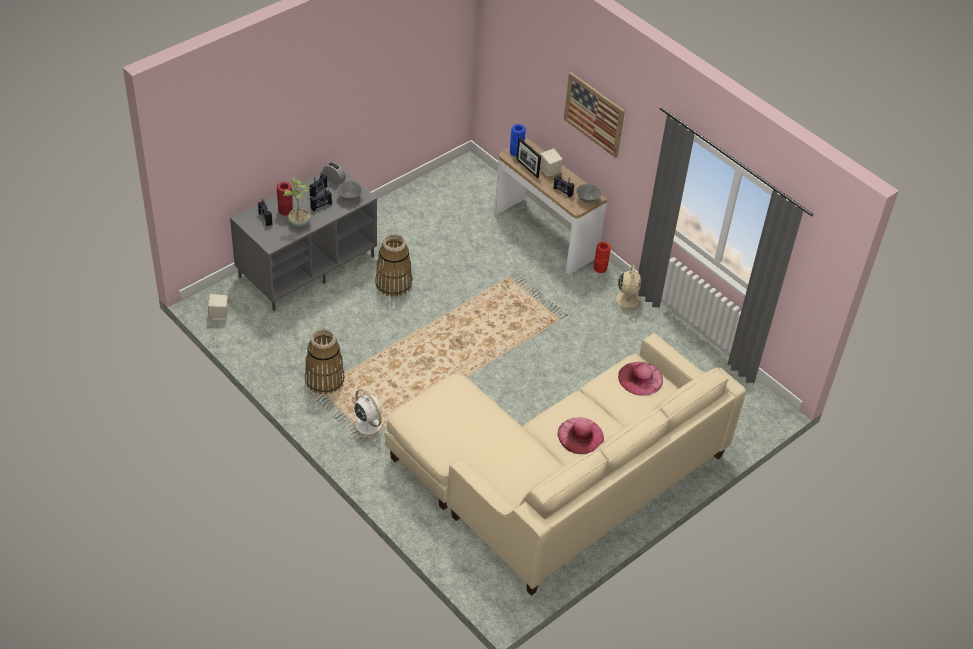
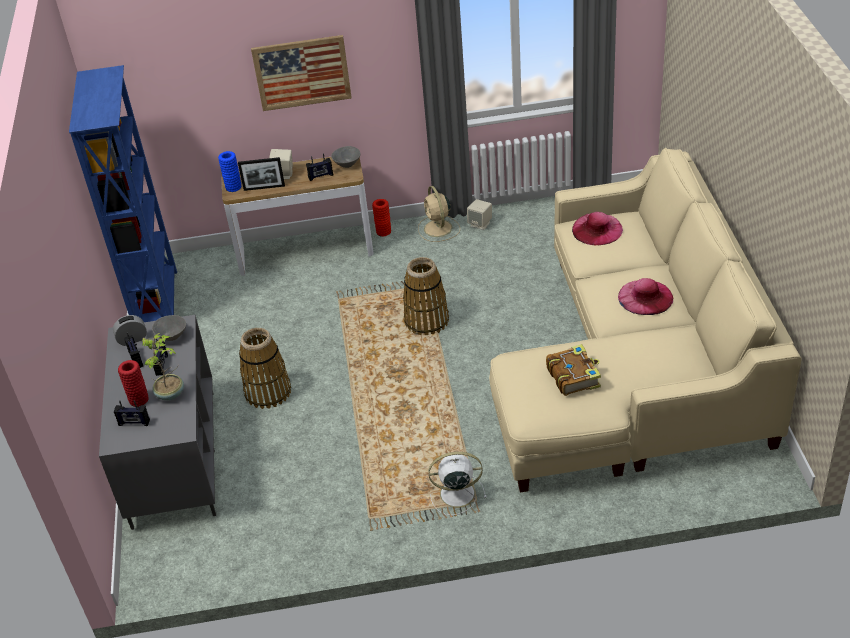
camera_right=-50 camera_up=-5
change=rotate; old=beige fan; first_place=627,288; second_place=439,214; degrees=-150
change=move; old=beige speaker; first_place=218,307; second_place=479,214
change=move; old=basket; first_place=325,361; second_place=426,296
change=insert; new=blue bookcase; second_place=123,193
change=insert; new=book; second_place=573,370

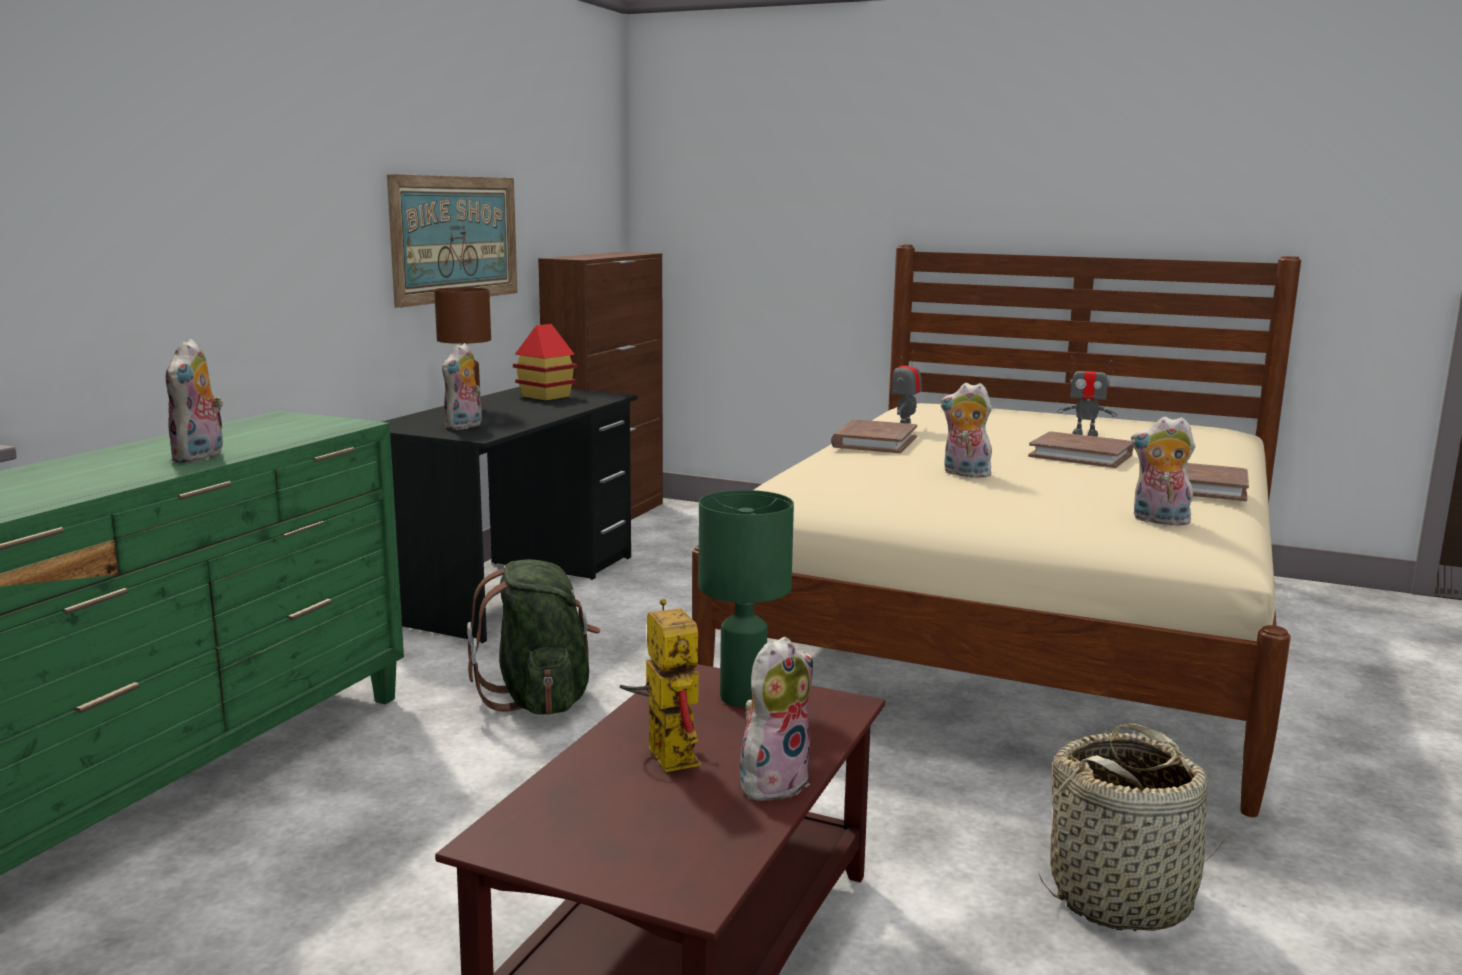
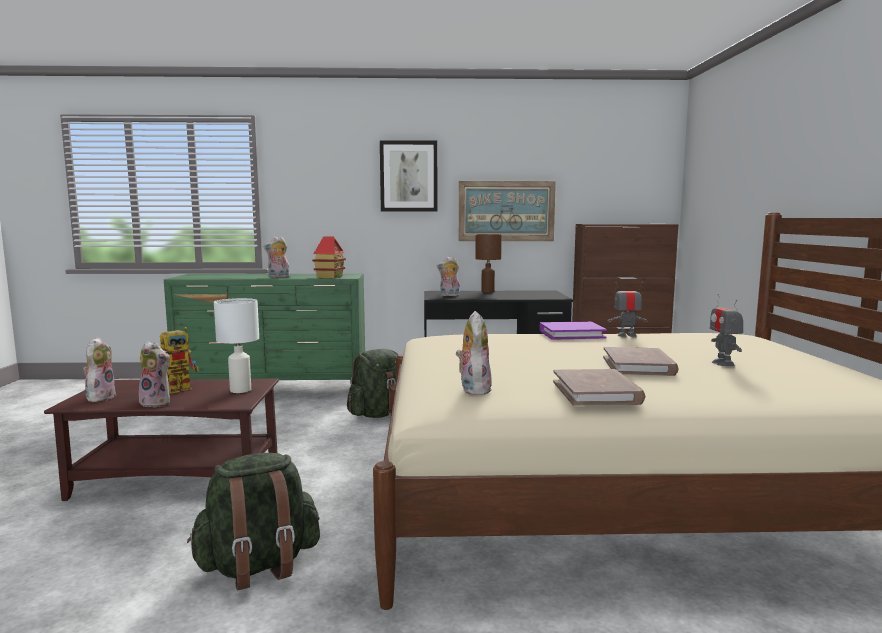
camera_right=65 camera_up=-5
change=move; old=toy house; first_place=545,362; second_place=329,257
change=move; old=plush toy; first_place=967,430; second_place=99,369
change=recolor; old=brown book; new=purple book; first_place=874,436; second_place=573,330
change=recolor; old=green table lamp; new=white table lamp; first_place=746,598; second_place=236,345
change=replace; old=basket; new=green backpack; first_place=1134,827; second_place=253,521
change=insert; new=picture; second_place=408,176

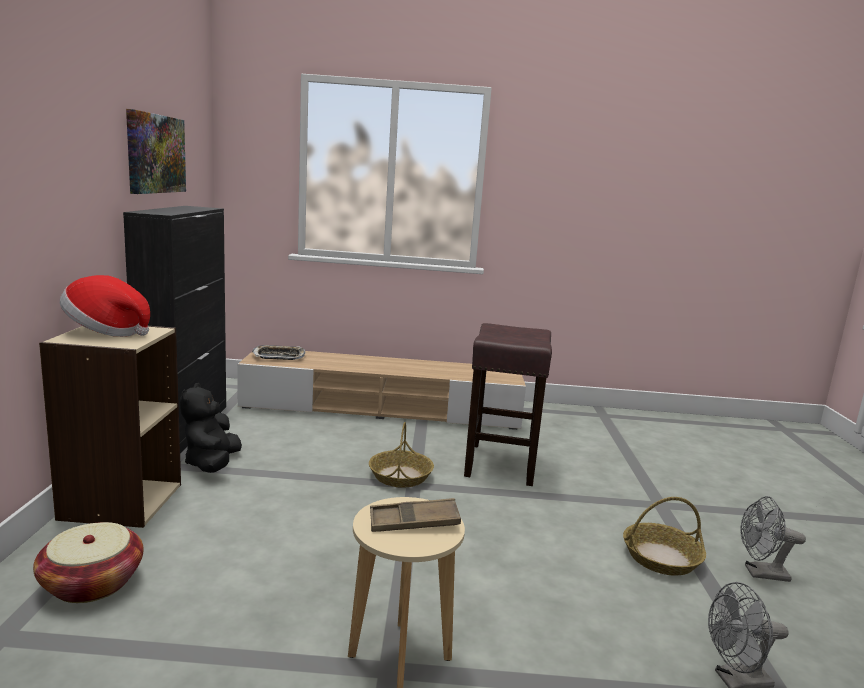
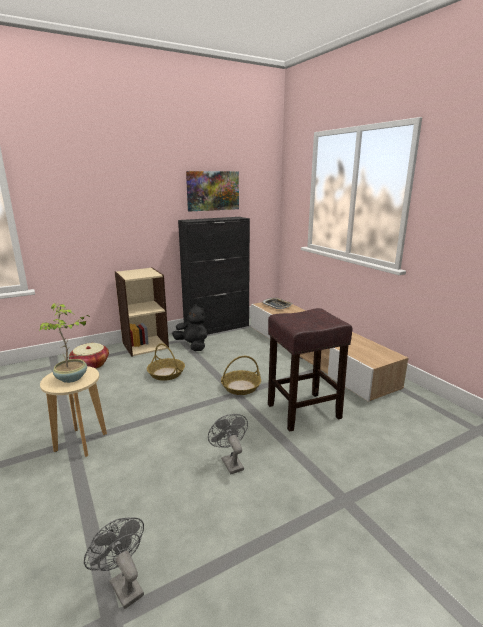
camera_right=60 camera_up=5
change=delete; old=hat; first_place=105,306
change=rotate; old=black plush toy; first_place=211,428; second_place=190,327; degrees=75
change=move; old=grey fan; first_place=773,539; second_place=228,444
change=move; old=basket; first_place=664,536; second_place=166,362
change=replace; old=brown tray; new=potted plant; first_place=415,515; second_place=64,343

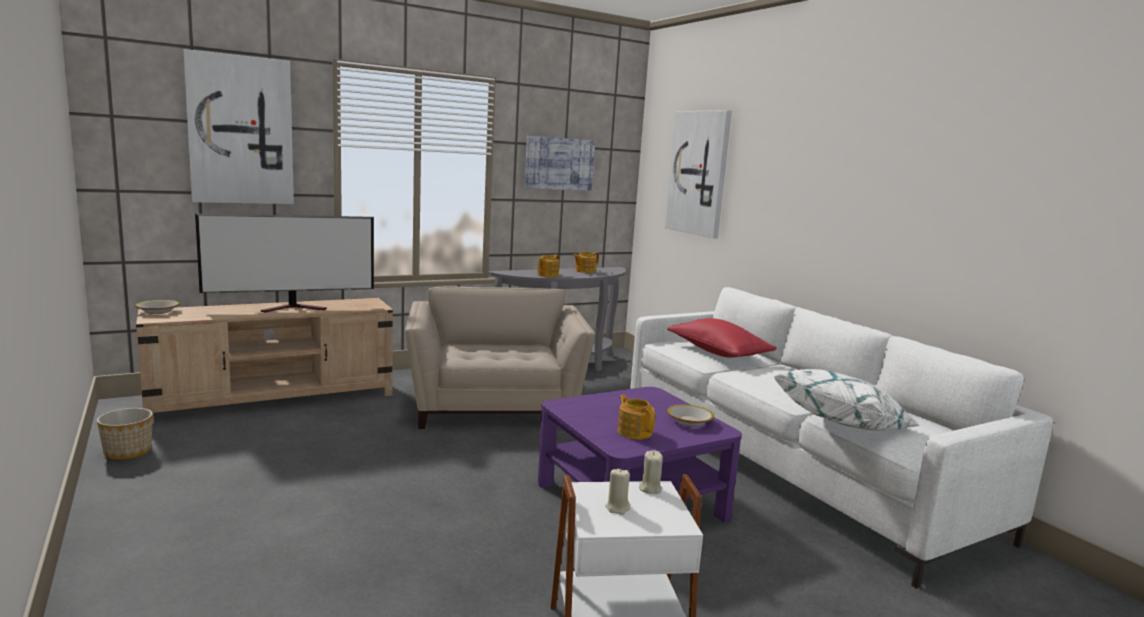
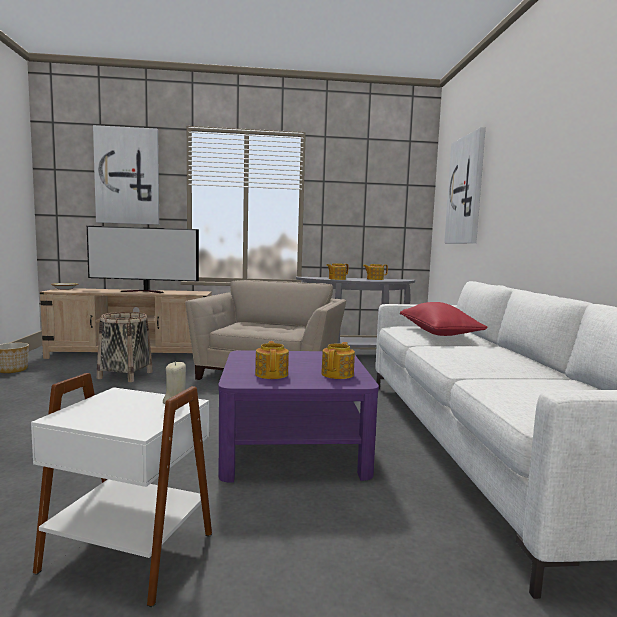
camera_right=25 camera_up=-5
change=delete; old=picture; first_place=560,163
change=delete; old=white pillow; first_place=846,400
change=replace; old=bowl; new=teapot; first_place=690,415; second_place=338,360
change=delete; old=beige candle; first_place=617,492
change=insert; new=basket; second_place=125,347

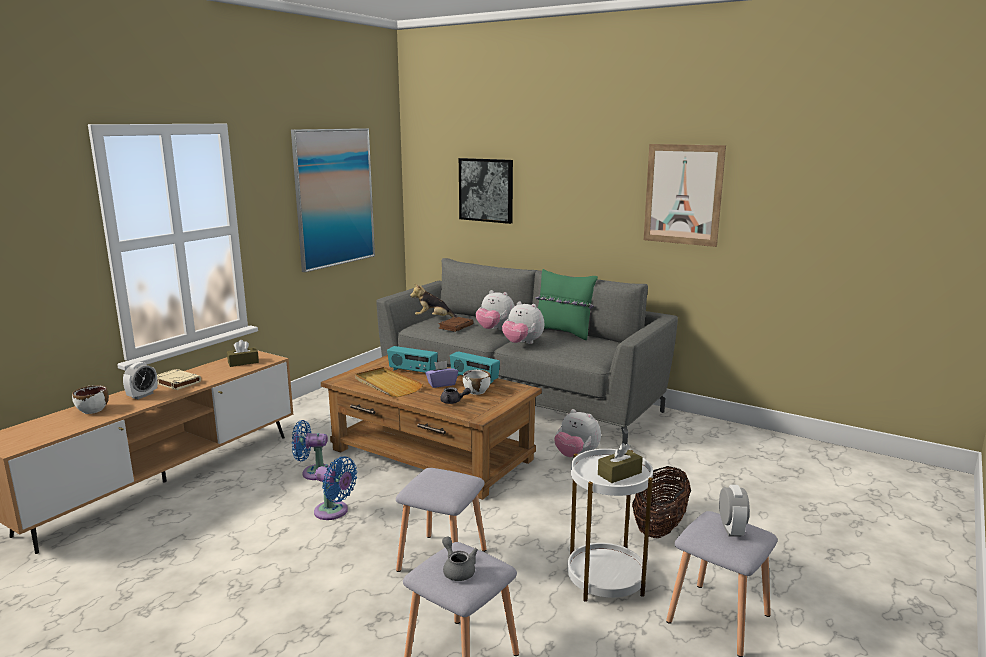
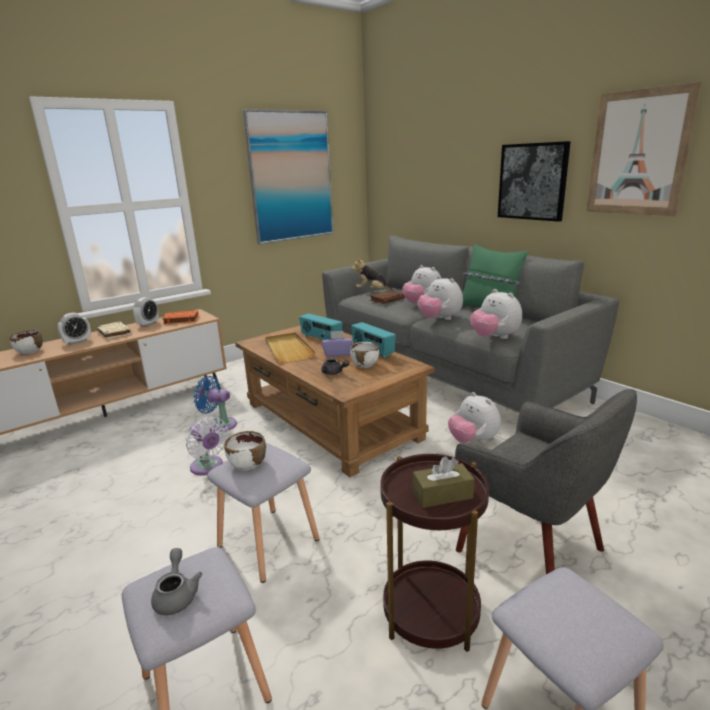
camera_right=20 camera_up=5
change=move; old=picture; first_place=486,191; second_place=534,181
change=replace; old=brown tissue box; new=orange book; first_place=243,353; second_place=180,317
change=recolor; old=white side table; new=brown side table; first_place=610,525; second_place=434,553
change=recolor; old=blue fan; new=white fan; first_place=335,488; second_place=207,446
change=replace; old=basket; new=grey armchair; first_place=661,502; second_place=546,481
change=move; old=alarm clock; first_place=734,511; second_place=146,312
change=insert; new=plush toy; second_place=496,314
change=insert; new=white bowl; second_place=245,451

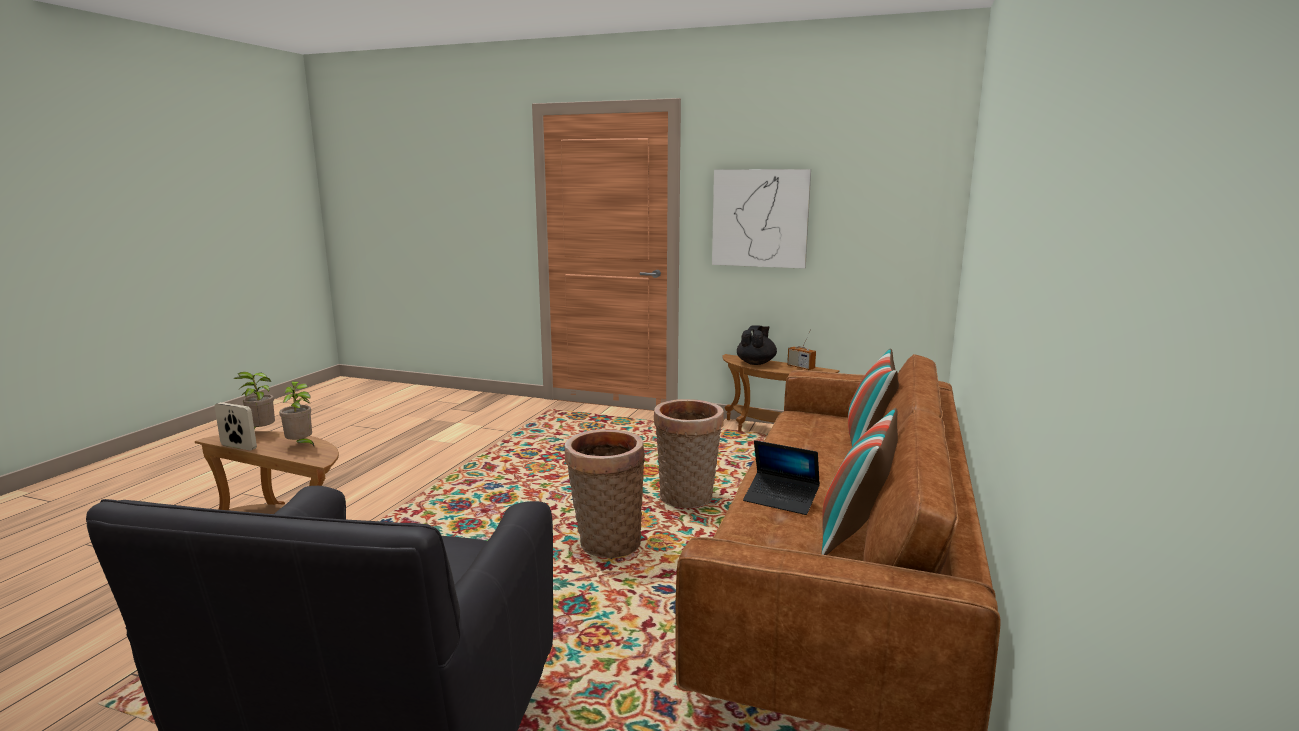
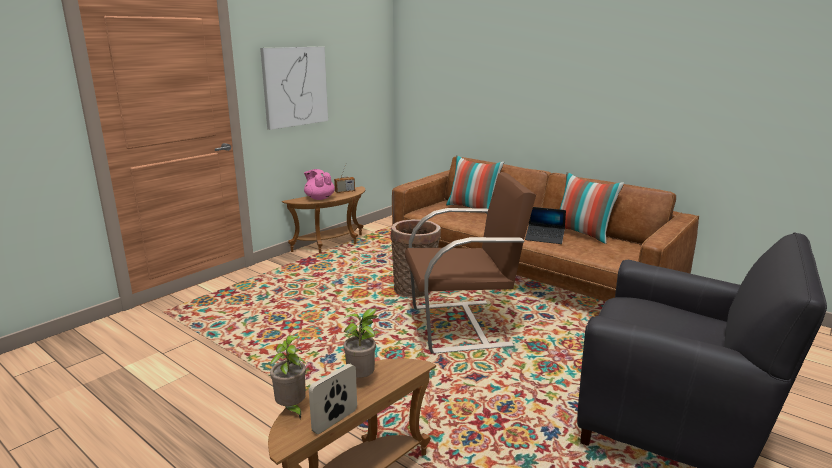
camera_right=-70 camera_up=5
change=recolor; old=black teapot; new=pink teapot; first_place=757,345; second_place=319,184
change=replace; old=basket; new=brown armchair; first_place=605,494; second_place=470,263
change=rotate; old=laptop; first_place=781,477; second_place=545,225; degrees=60

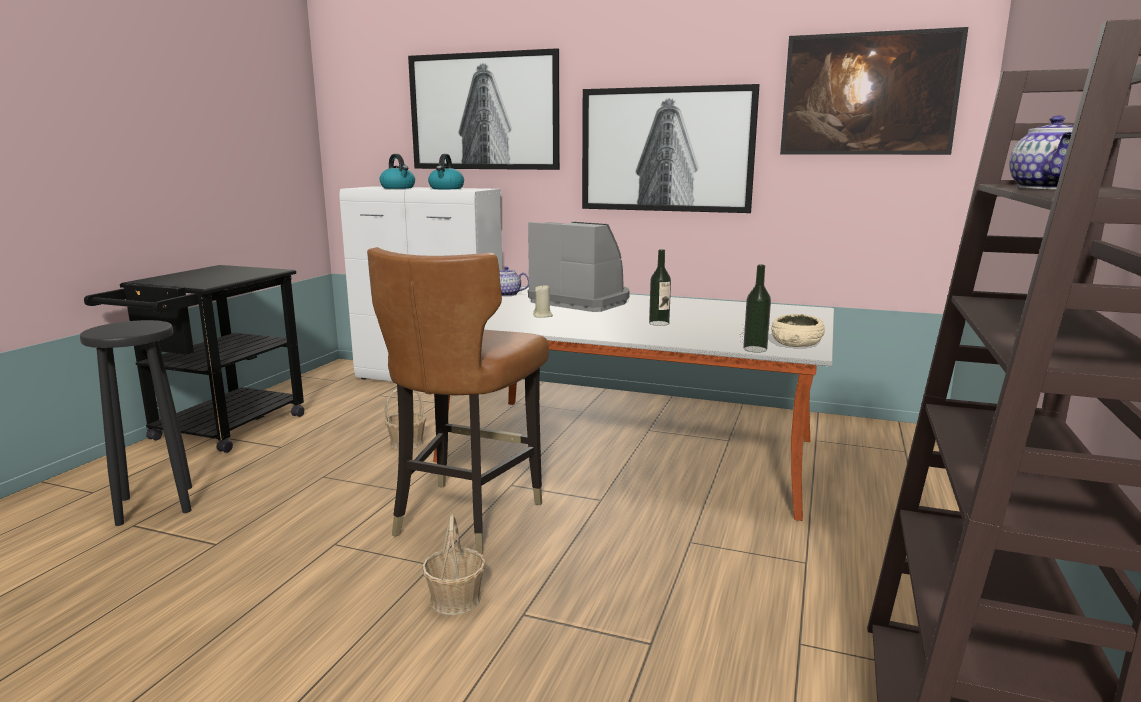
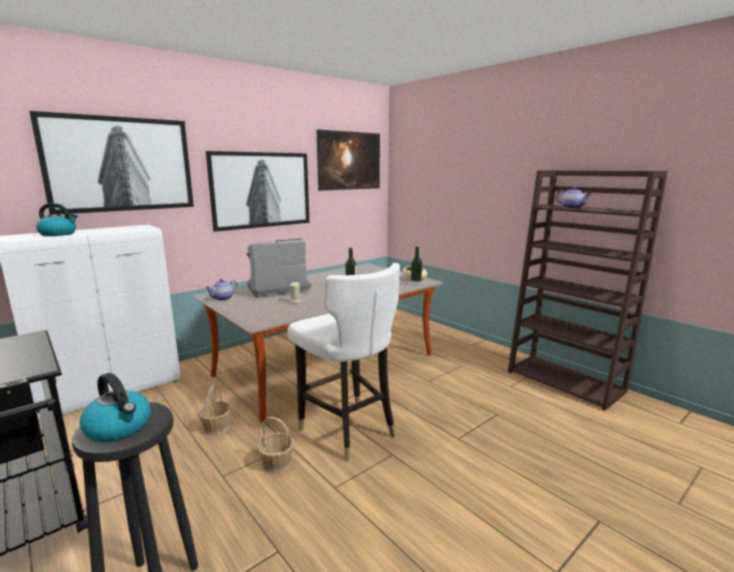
camera_right=-60 camera_up=0
change=move; old=kettle; first_place=446,171; second_place=115,407
change=recolor; old=brown chair; new=white chair; first_place=458,400; second_place=344,362
change=move; old=basket; first_place=454,564; second_place=275,445

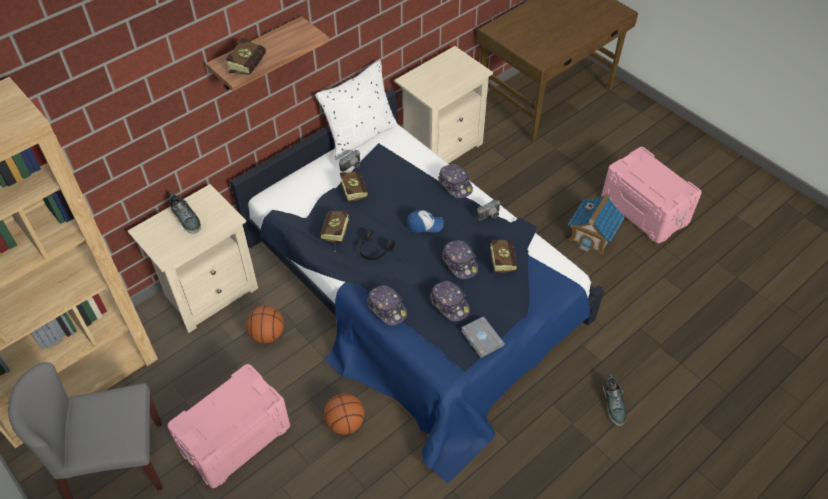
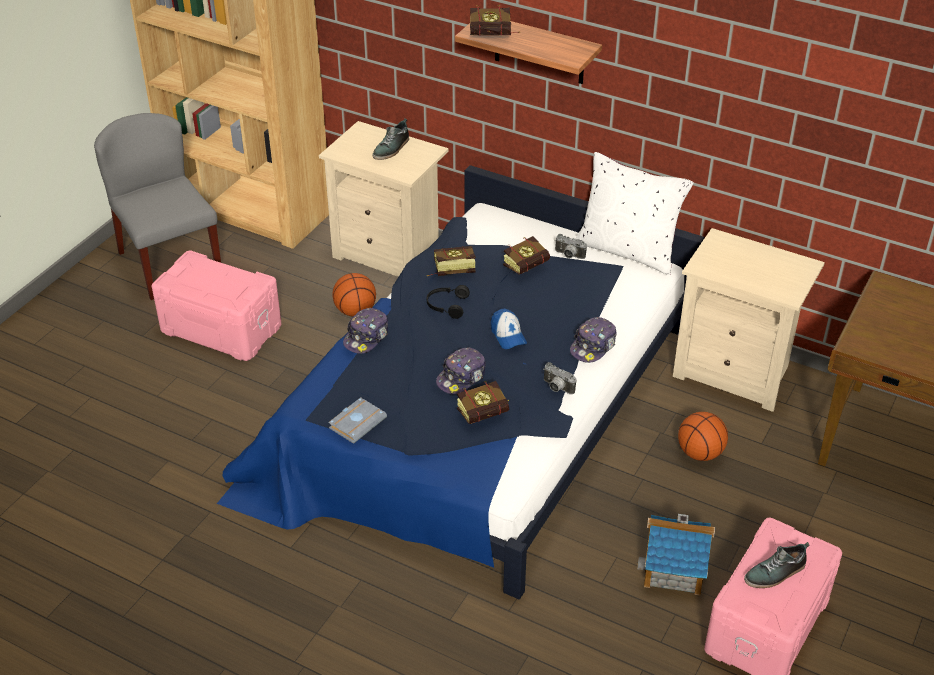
camera_right=70 camera_up=-10
change=delete; old=cap; first_place=450,301
change=move; old=shoe; first_place=614,400; second_place=777,565
change=move; old=basketball; first_place=344,414; second_place=703,436

